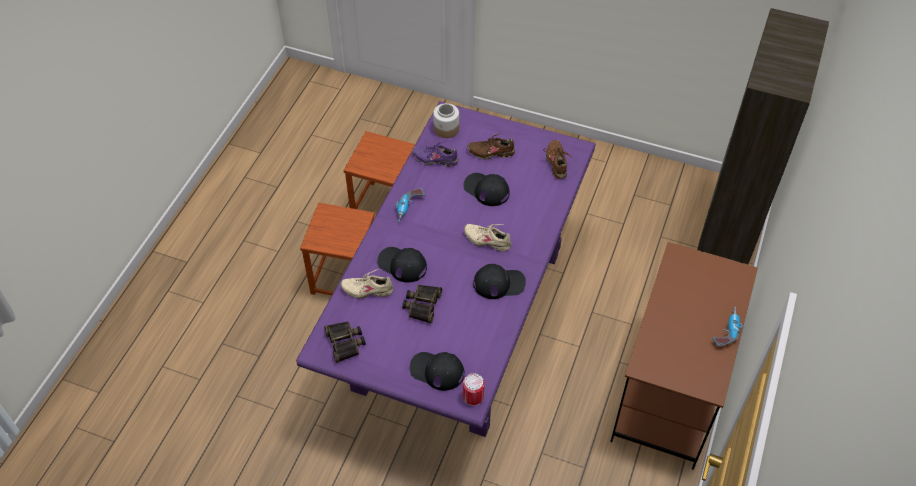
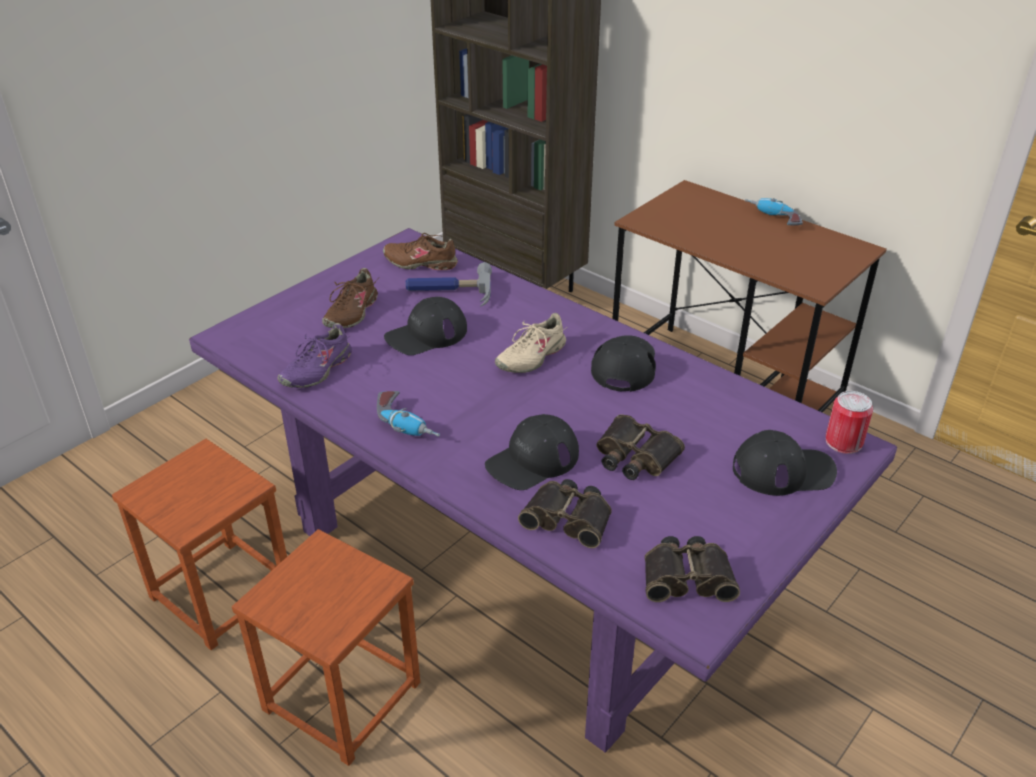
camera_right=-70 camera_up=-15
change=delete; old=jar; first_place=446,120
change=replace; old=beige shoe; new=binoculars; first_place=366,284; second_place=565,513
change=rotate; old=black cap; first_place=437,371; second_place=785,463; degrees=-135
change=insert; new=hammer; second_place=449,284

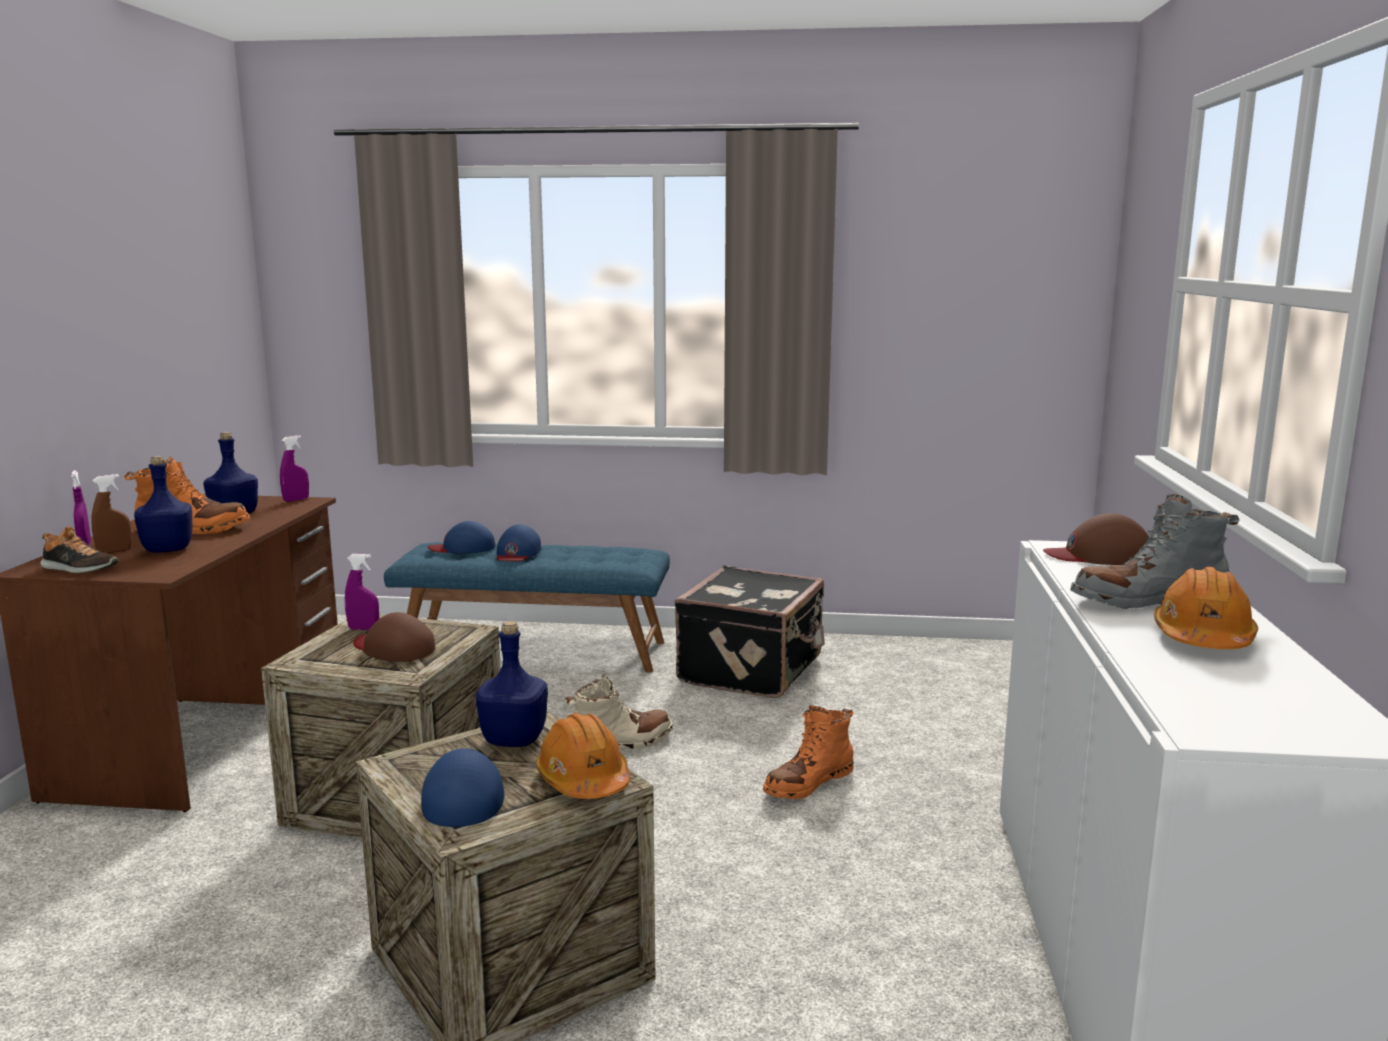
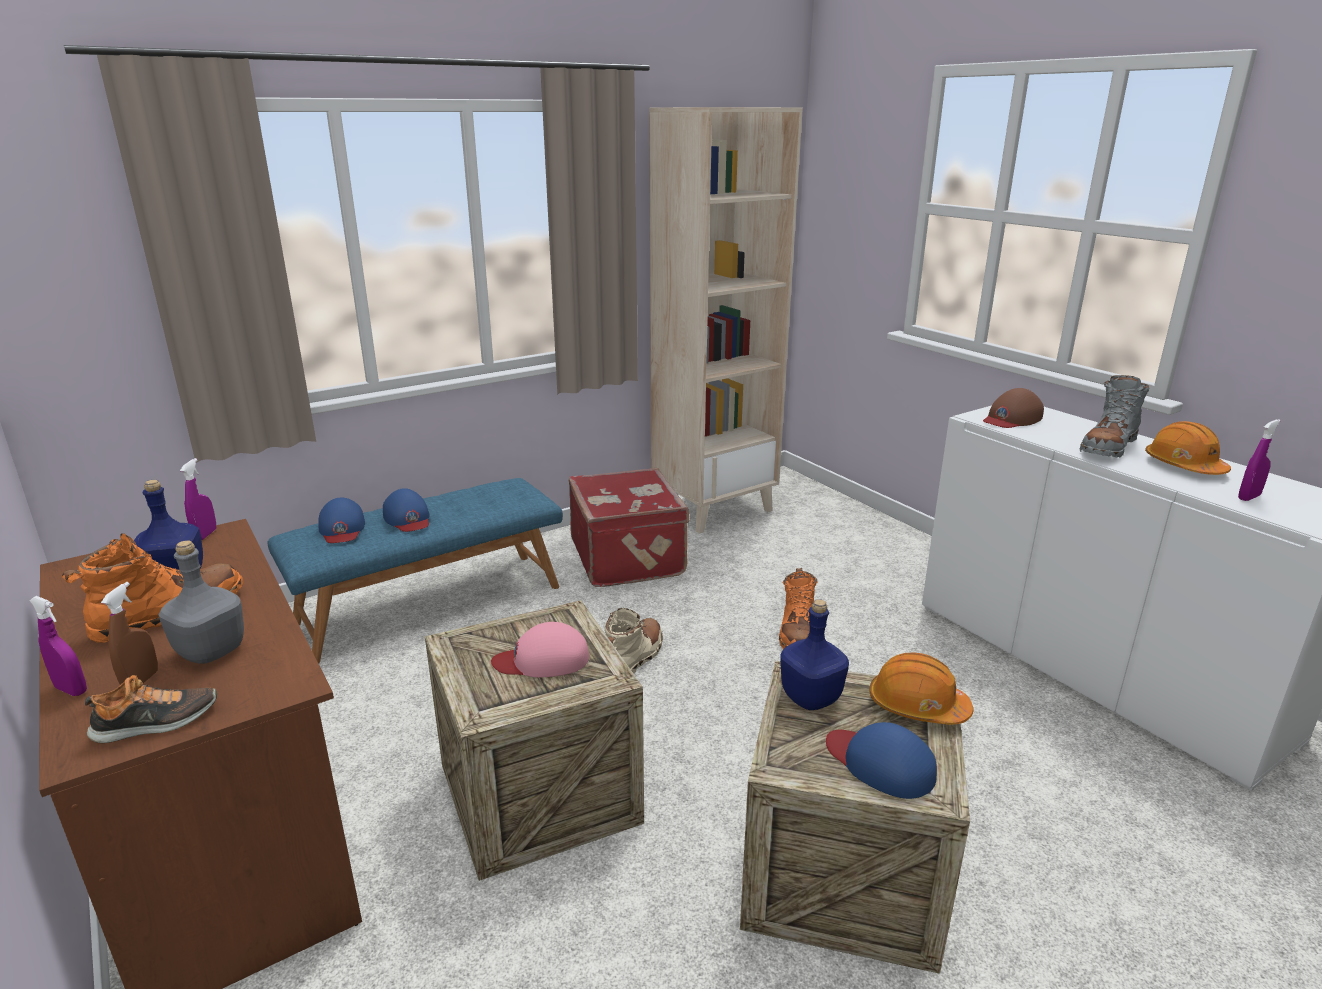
camera_right=-40 camera_up=10
change=recolor; old=blue bottle; new=grey bottle; first_place=163,504; second_place=201,602
change=rotate; old=blue cap; first_place=462,537; second_place=341,520; degrees=-60
change=move; old=purple spray bottle; first_place=362,592; second_place=1259,460
change=recolor; old=black suitcase; new=red suitcase; first_place=749,631; second_place=629,527
change=recolor; old=brown cap; new=pink cap; first_place=394,637; second_place=540,649
change=insert; new=beige bookcase; second_place=726,320

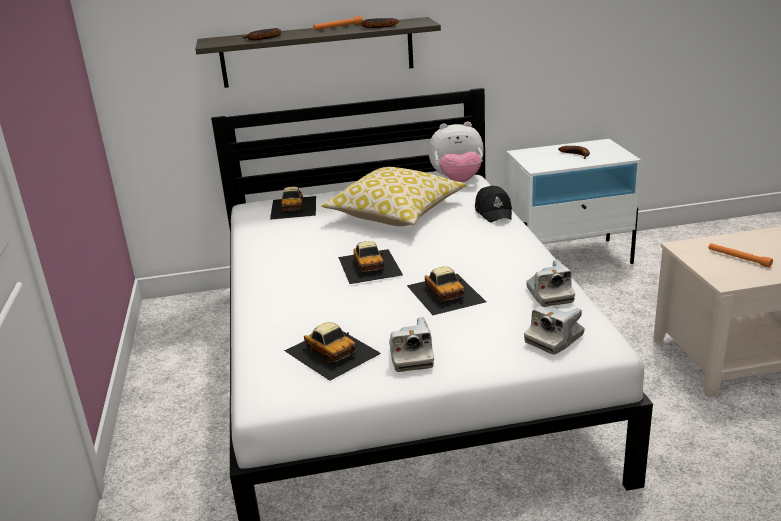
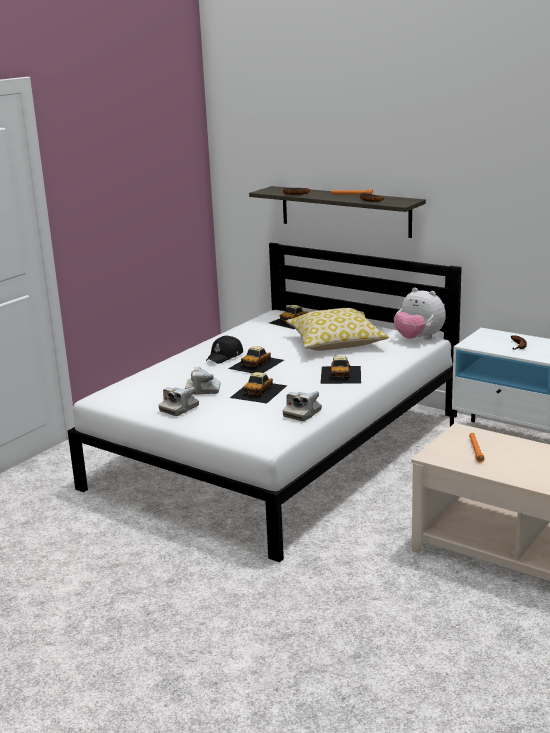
camera_right=45 camera_up=-5
change=move; old=black cap; first_place=493,204; second_place=224,349
change=move; old=photo camera; first_place=554,330; second_place=203,380
change=move; old=toy car; first_place=332,351; second_place=340,370

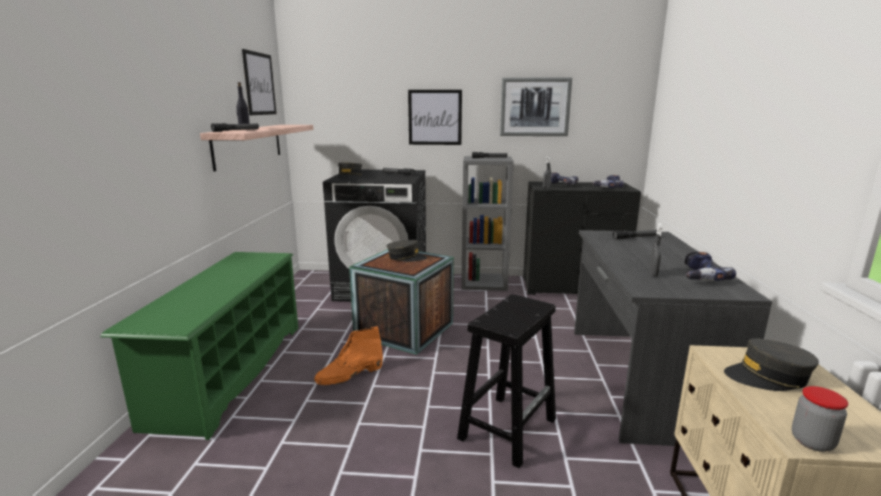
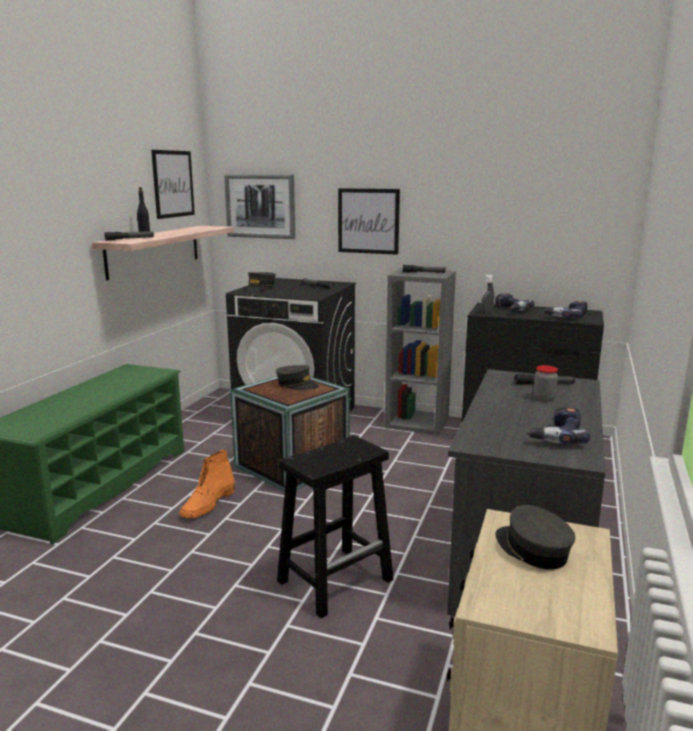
camera_right=15 camera_up=0
change=move; old=picture; first_place=536,106; second_place=259,206
change=delete; old=grey spray bottle; first_place=656,249
change=rotate; old=orange boot; first_place=348,356; second_place=207,483; degrees=-45
change=rotate; old=grey cap; first_place=771,364; second_place=535,537; degrees=45
change=move; old=jar; first_place=820,419; second_place=545,383

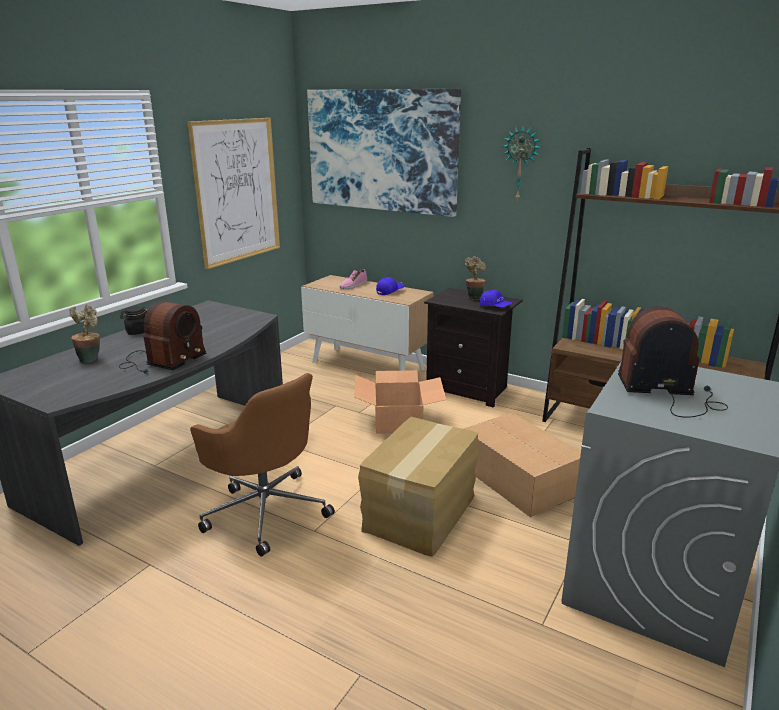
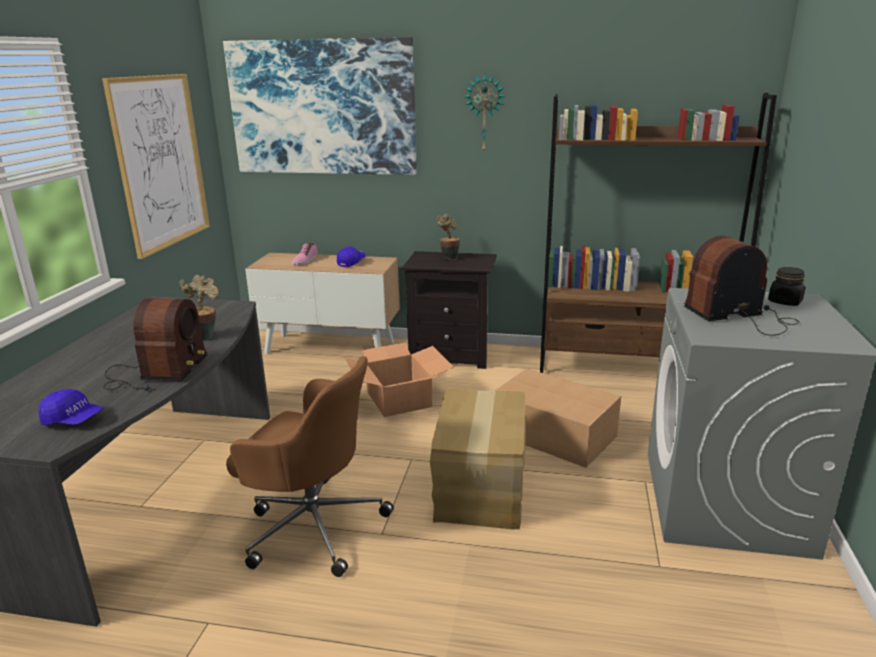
camera_right=-20 camera_up=0
change=move; old=blue cap; first_place=496,298; second_place=71,407
change=move; old=potted plant; first_place=84,333; second_place=199,307
change=move; old=black jar; first_place=134,320; second_place=786,286

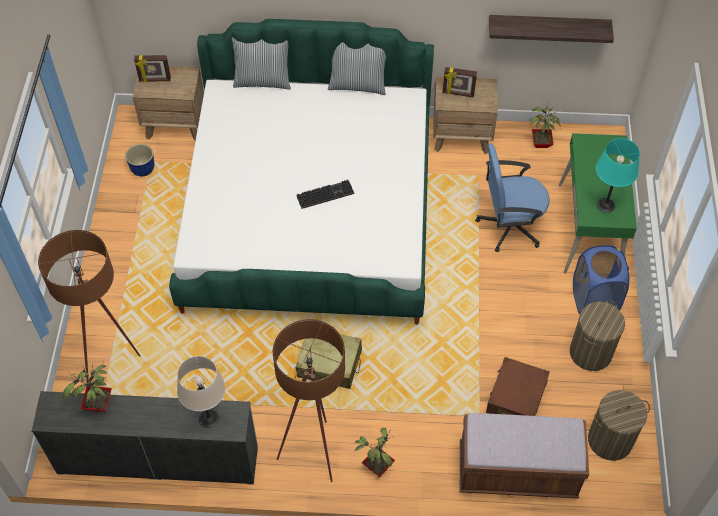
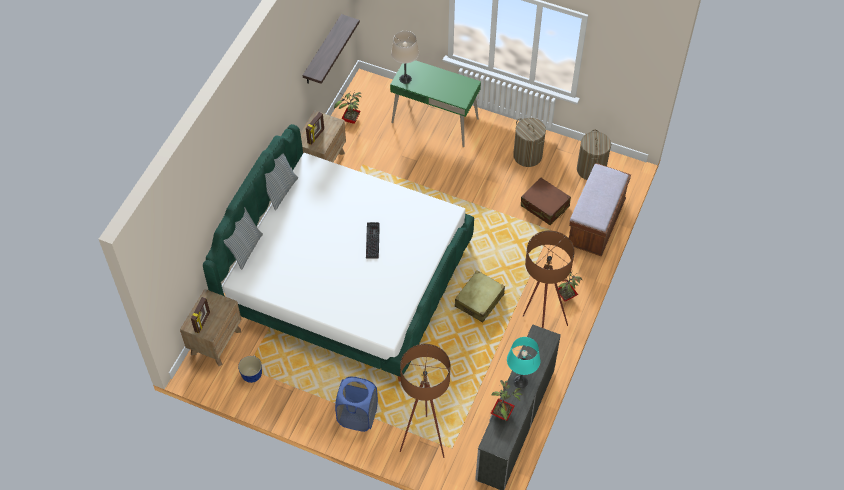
camera_right=-70 camera_up=0
change=move; old=turquoise table lamp; first_place=618,175; second_place=523,362
change=delete; old=blue office chair; first_place=512,197
change=move; old=blue laundry basket; first_place=601,279; second_place=356,404
change=move; old=beige table lamp; first_place=201,392; second_place=405,57

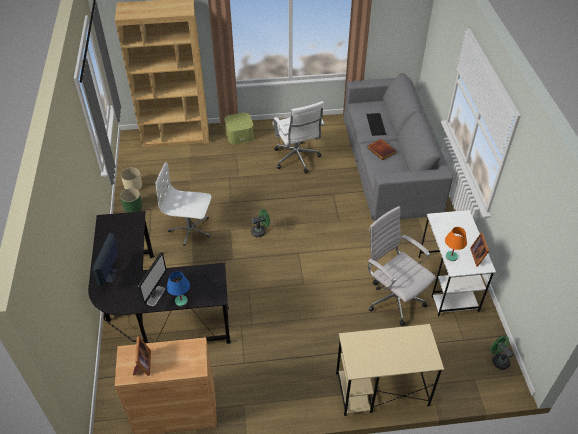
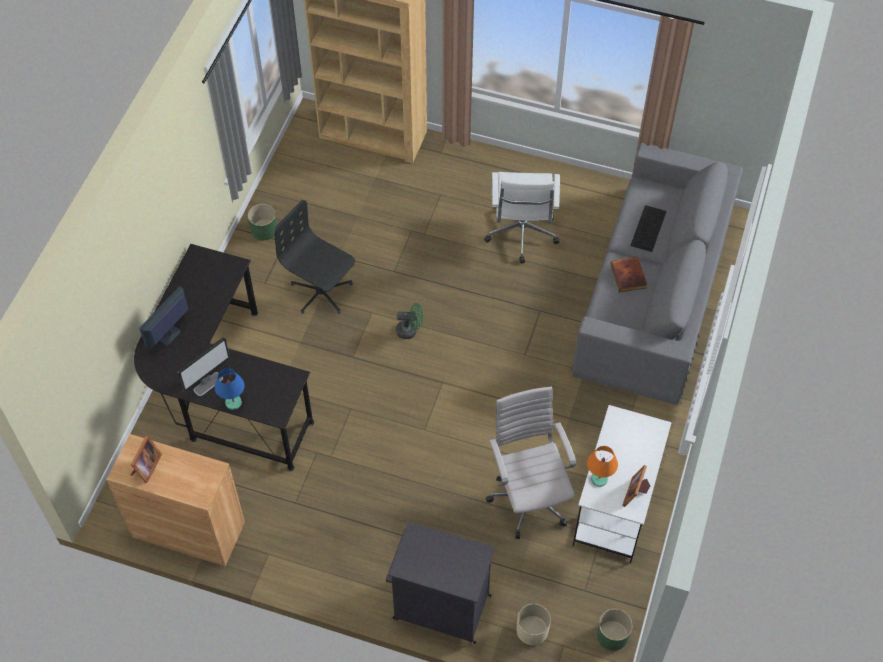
camera_right=25 camera_up=10
change=delete; old=storage box; first_place=239,129
change=recolor; old=white office chair; new=black office chair; first_place=183,204; second_place=315,257
change=move; old=beige planter; first_place=131,179; second_place=534,624
change=replace; old=beige desk; new=black cabinet; first_place=390,370; second_place=440,582
change=replace; old=green fan; new=green planter; first_place=502,353; second_place=615,630

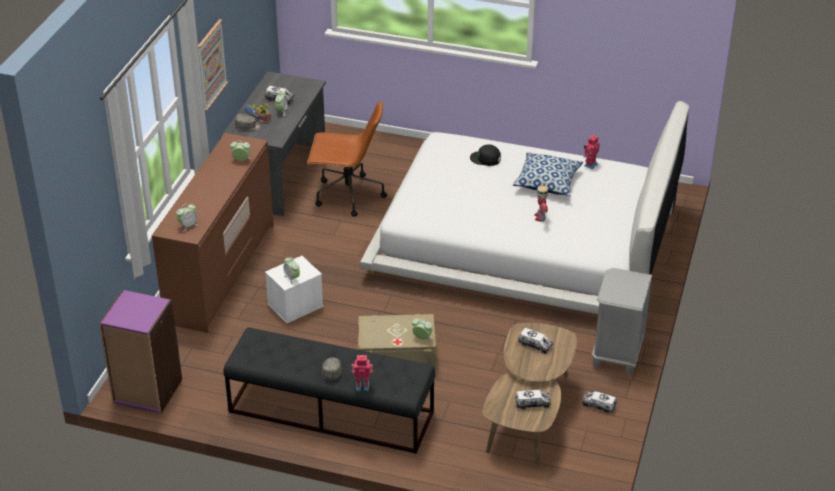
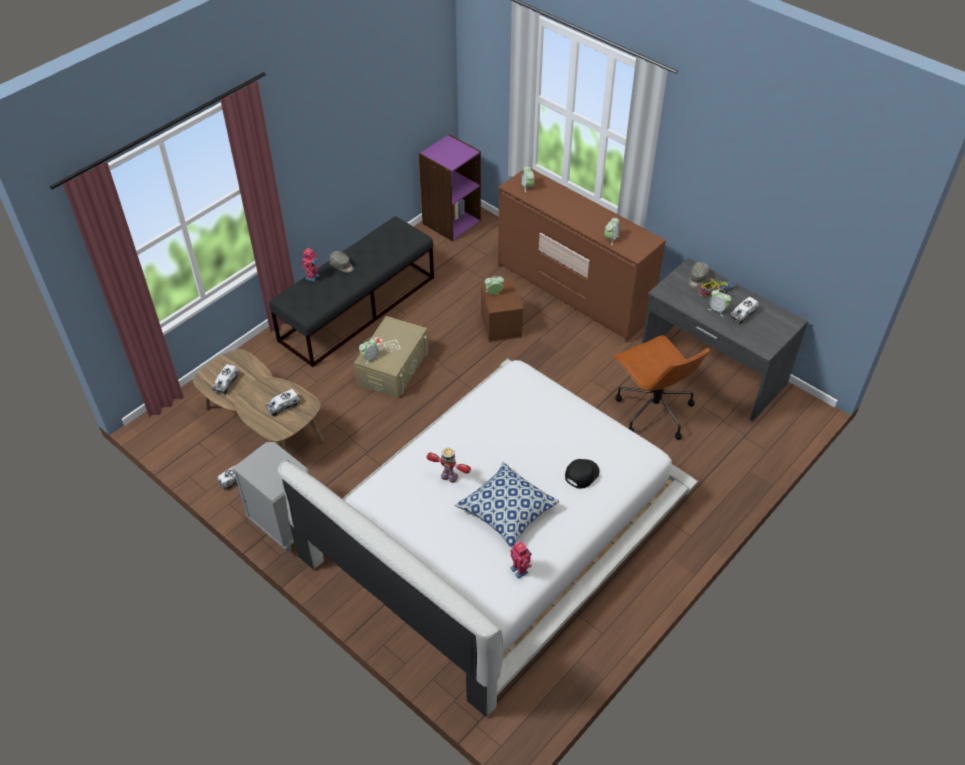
camera_right=115 camera_up=10
change=delete; old=picture; first_place=213,65
change=rotate; old=brown office chair; first_place=347,159; second_place=662,387; degrees=-60
change=recolor; old=white storage box; new=brown storage box; first_place=294,289; second_place=502,311

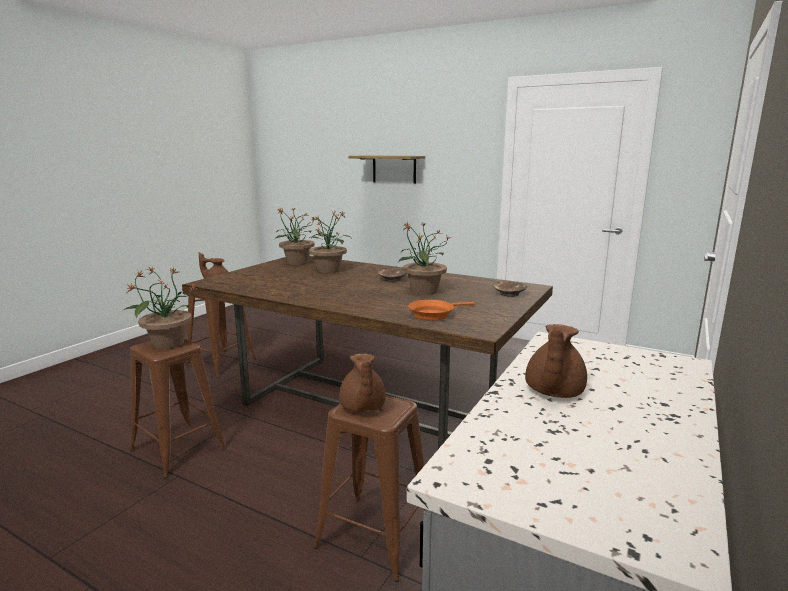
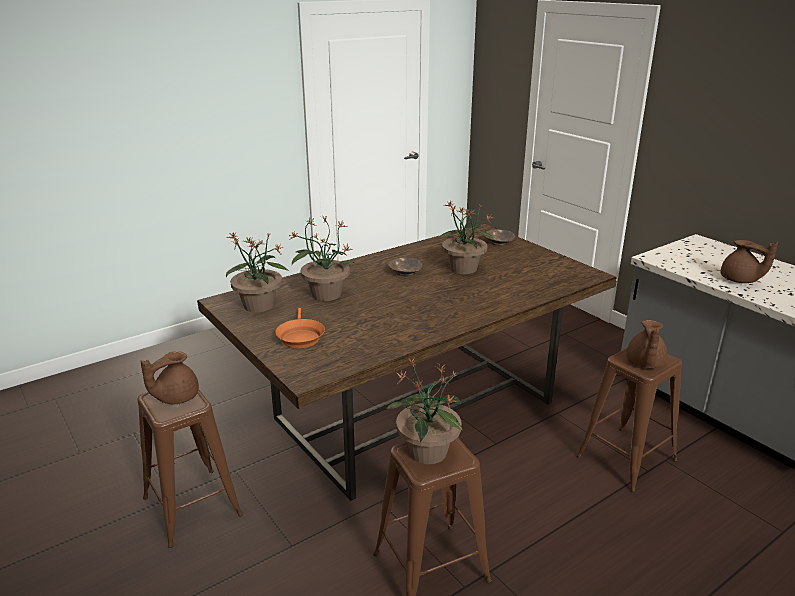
camera_right=-65 camera_up=10
change=delete; old=shelf; first_place=387,169
change=move; old=orange frying pan; first_place=441,310; second_place=300,328
change=rotate; old=brown teapot; first_place=362,383; second_place=646,344; degrees=90

